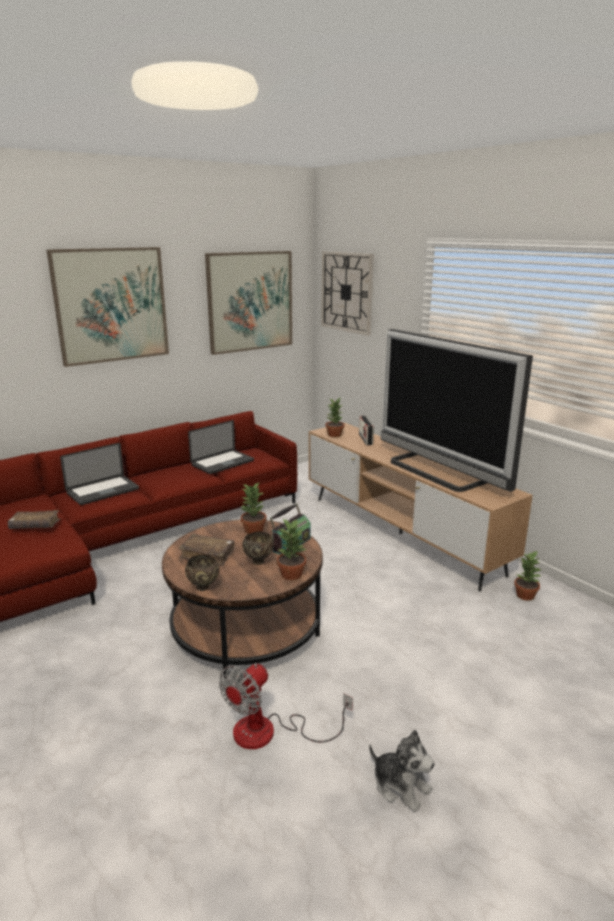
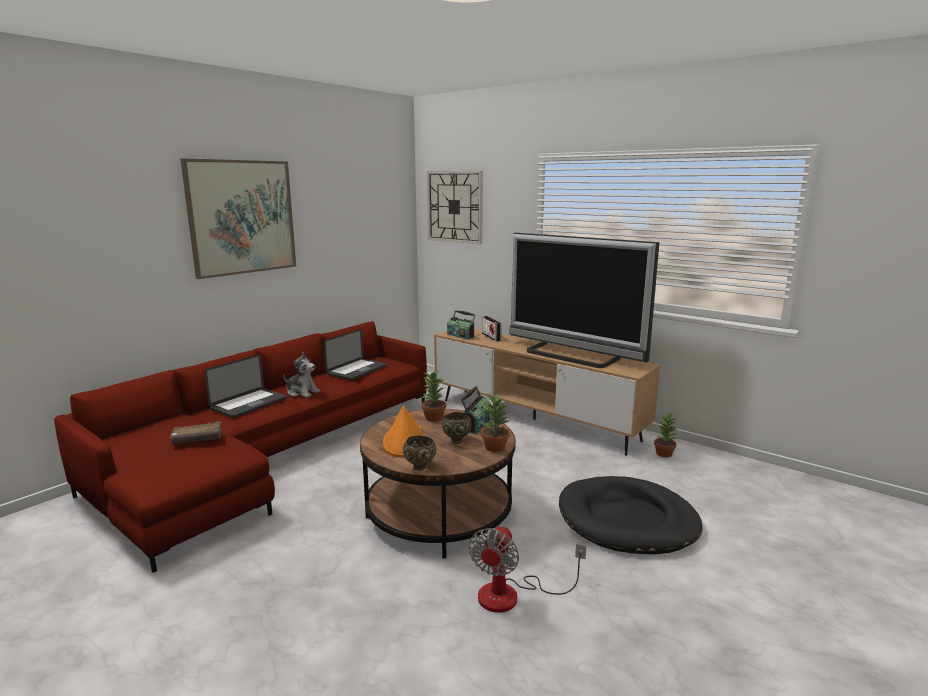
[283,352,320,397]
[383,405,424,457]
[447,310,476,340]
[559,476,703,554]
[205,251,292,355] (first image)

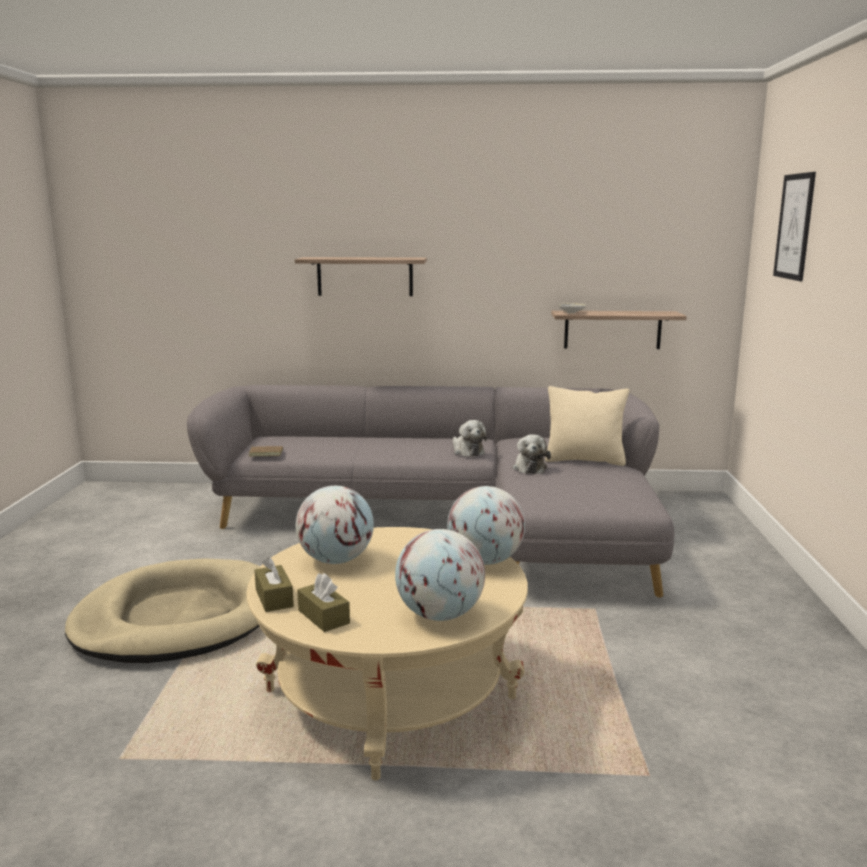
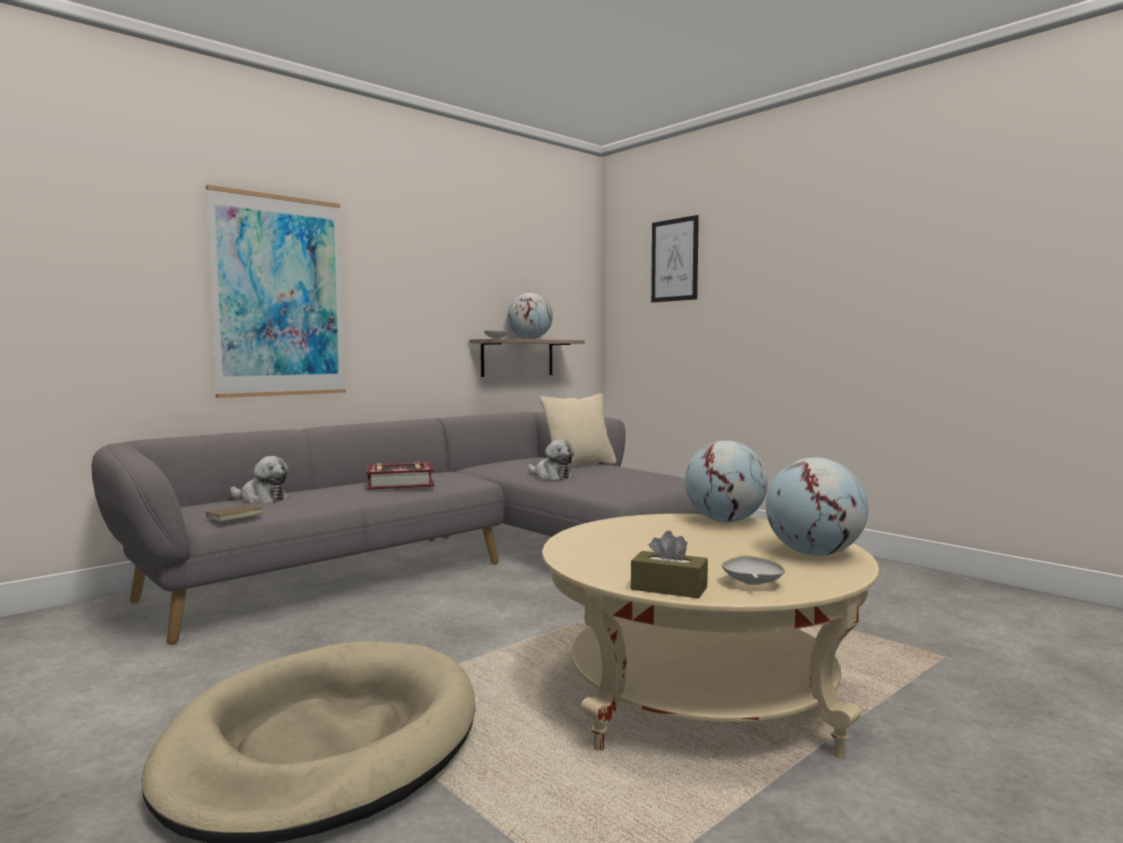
[206,185,346,398]
[230,456,289,504]
[367,462,434,490]
[507,293,553,339]
[721,555,785,585]

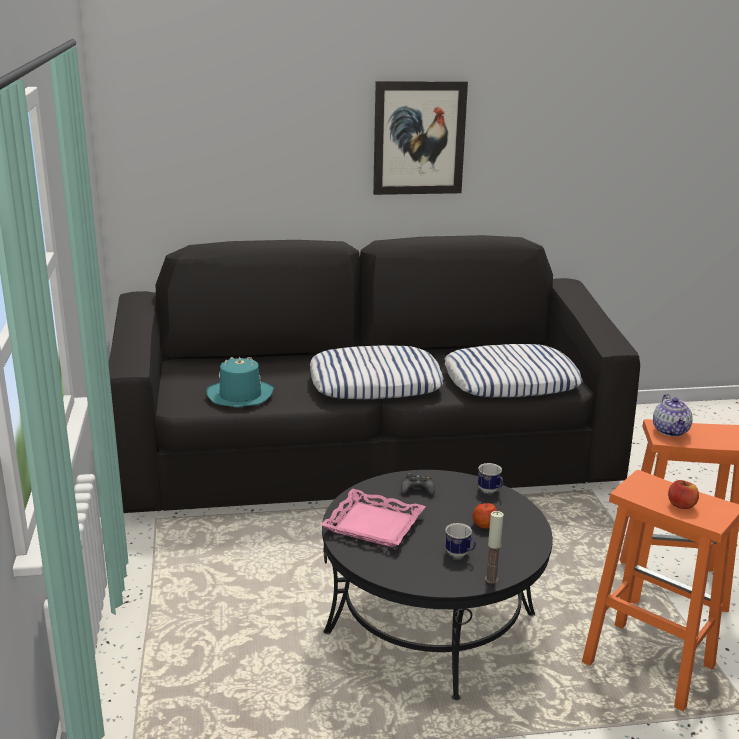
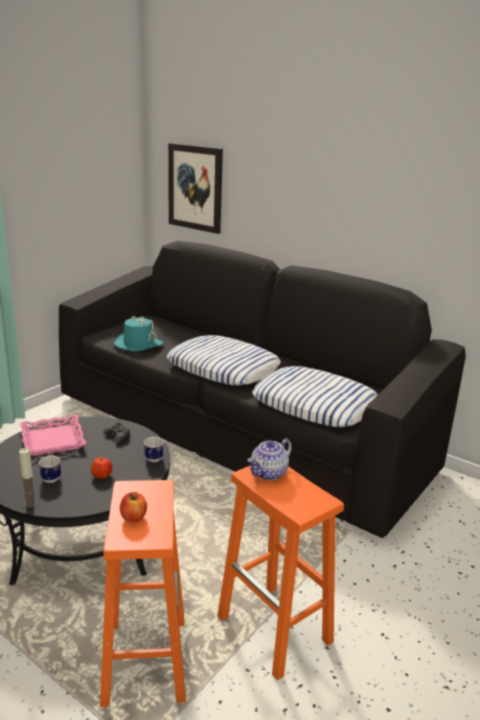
[168,143,223,234]

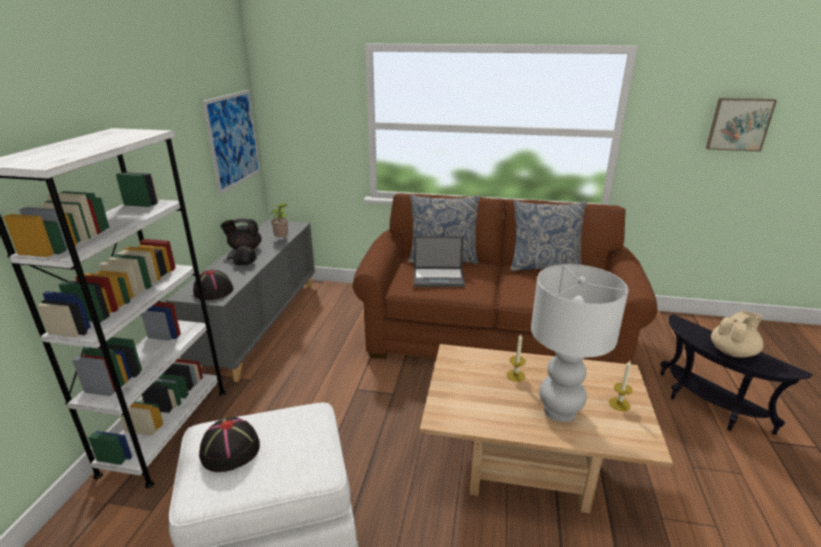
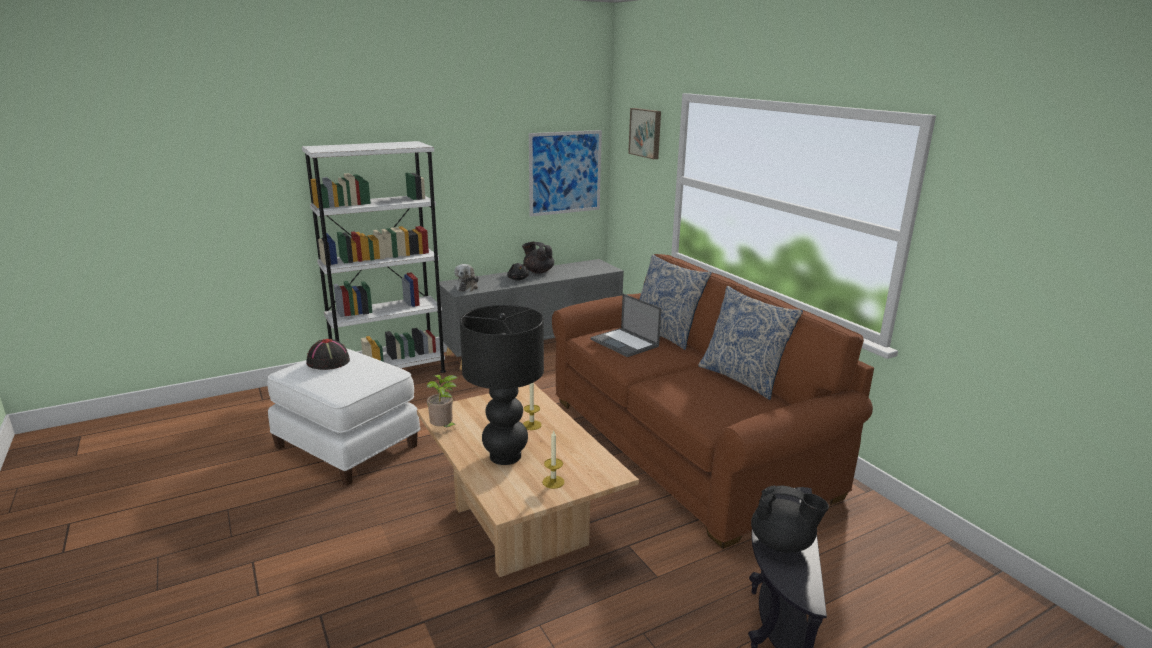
[427,375,458,427]
[455,264,479,292]
[460,305,544,465]
[628,108,661,159]
[751,485,829,553]

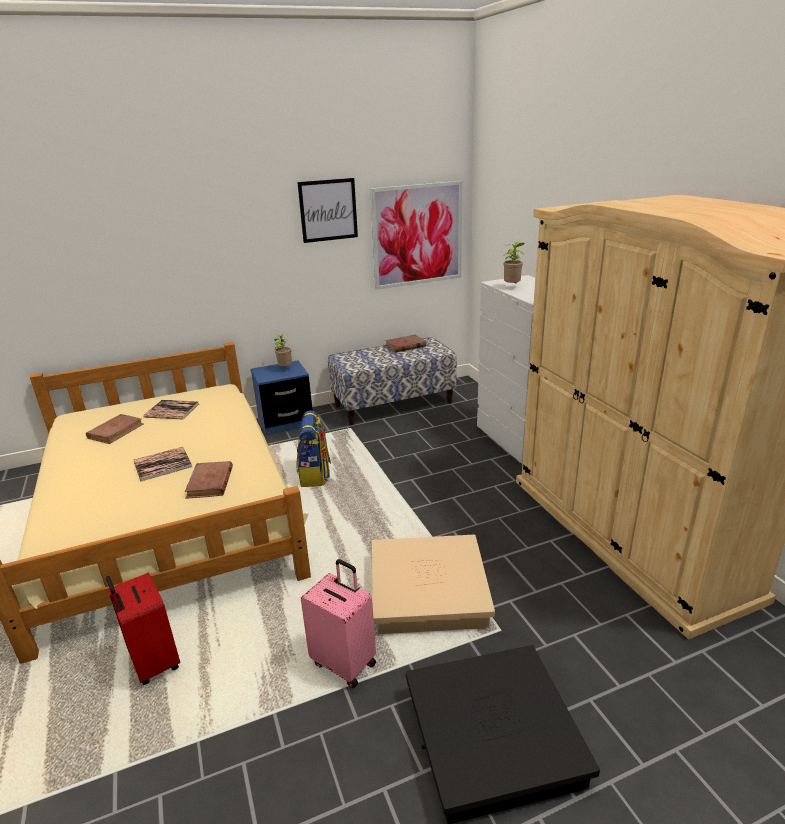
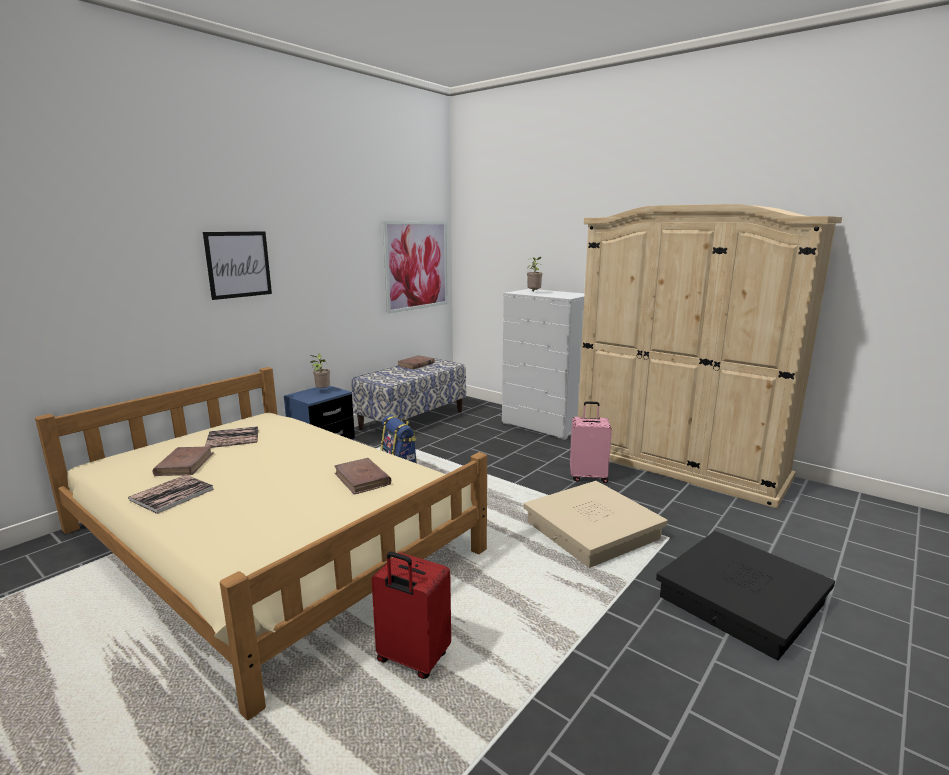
[128,475,214,514]
[203,231,272,300]
[570,401,612,483]

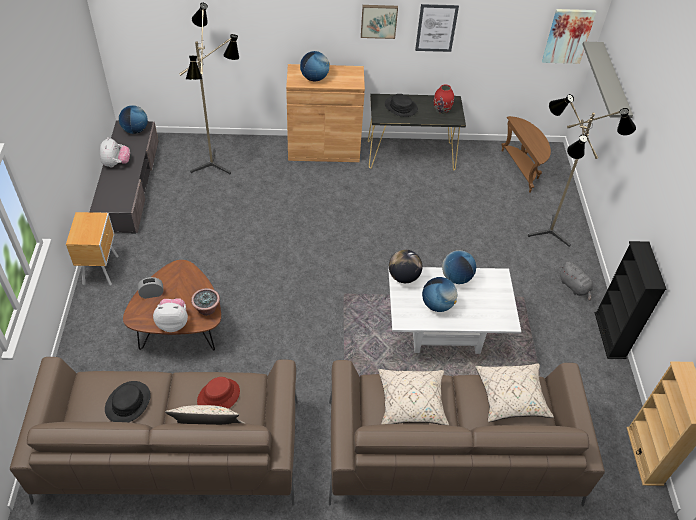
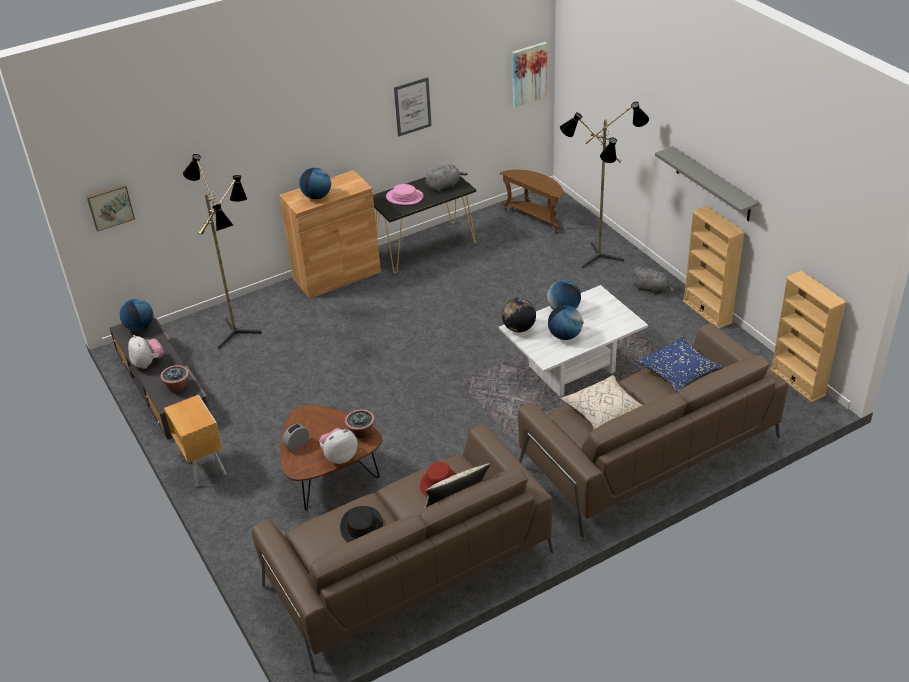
[86,184,135,232]
[160,365,189,392]
[386,184,423,205]
[425,164,468,192]
[636,337,723,393]
[655,146,759,221]
[682,206,745,329]

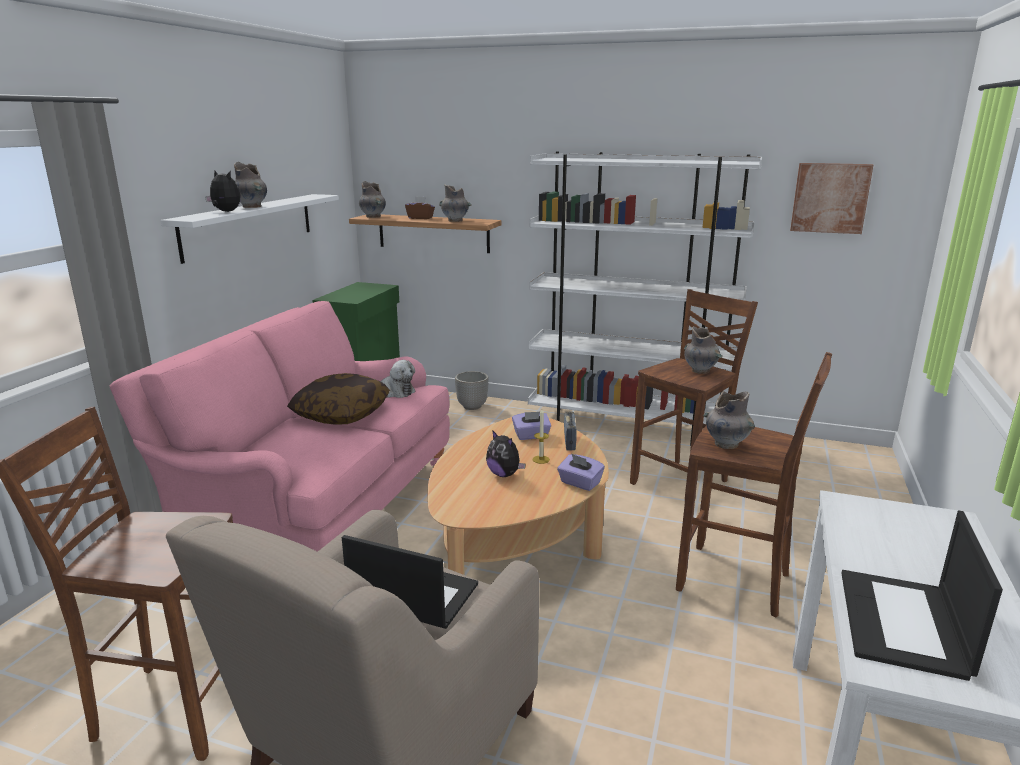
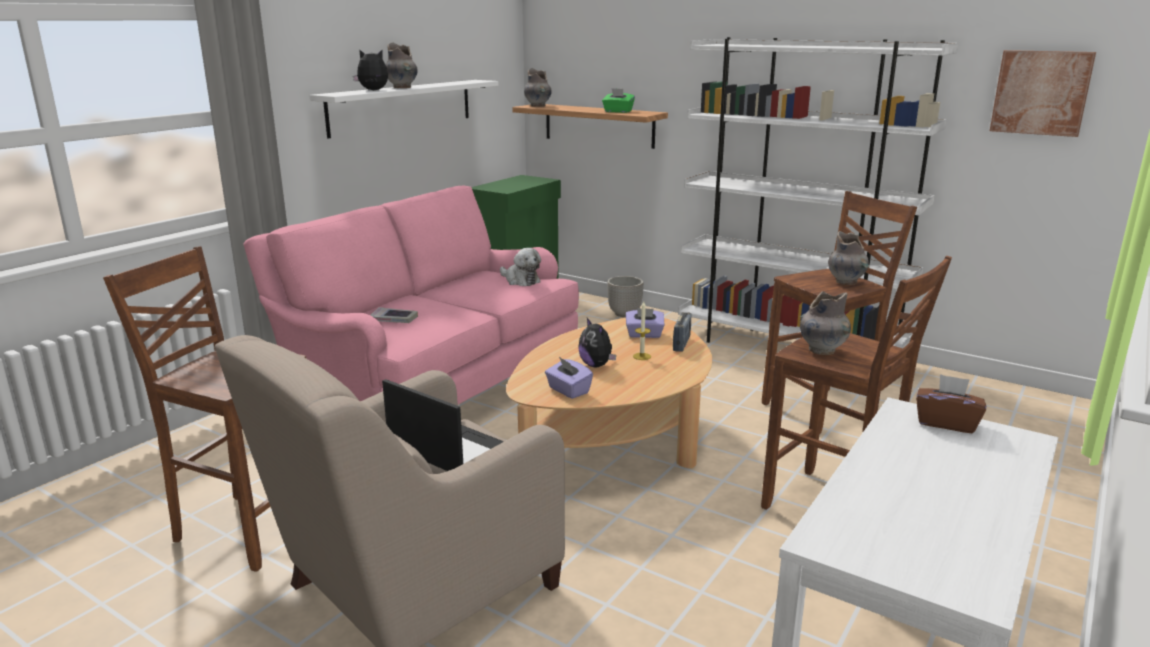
[353,49,388,90]
[371,307,418,323]
[545,357,593,399]
[602,88,635,113]
[916,374,986,434]
[287,373,390,425] (first image)
[841,511,1003,681] (first image)

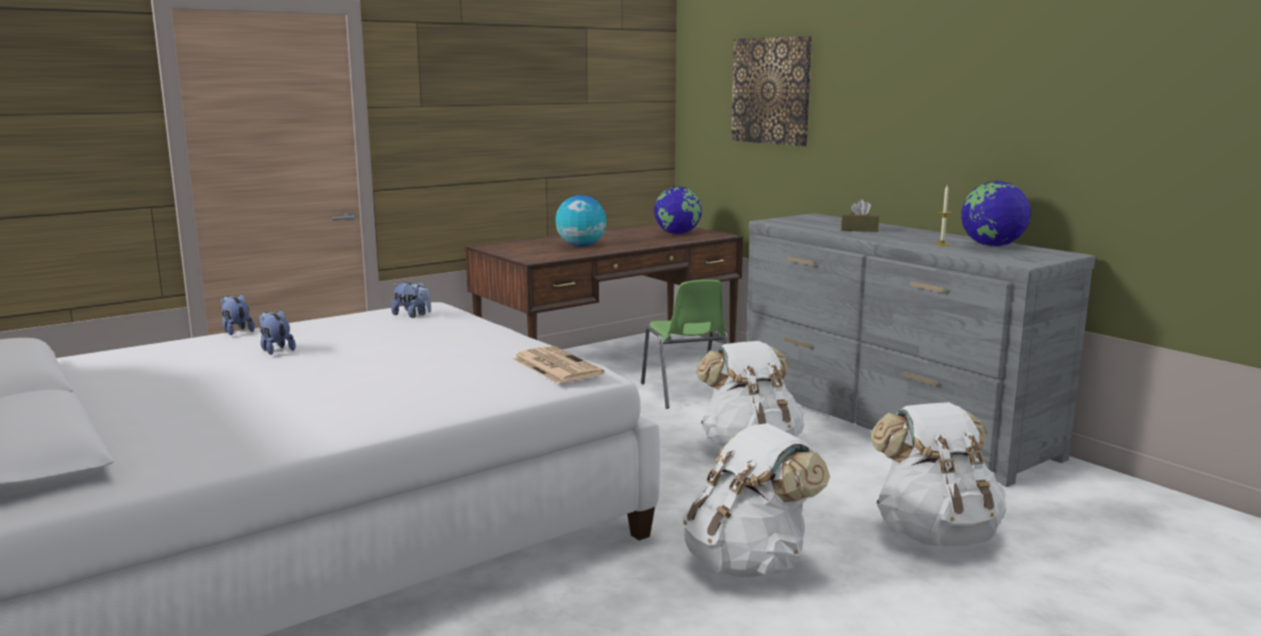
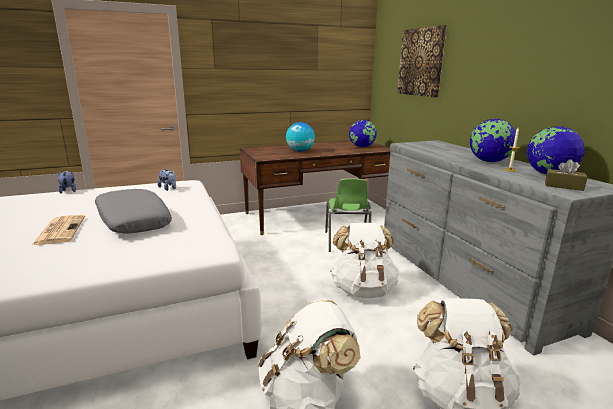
[31,215,85,246]
[95,189,172,234]
[470,119,516,162]
[545,159,587,191]
[259,310,296,355] (first image)

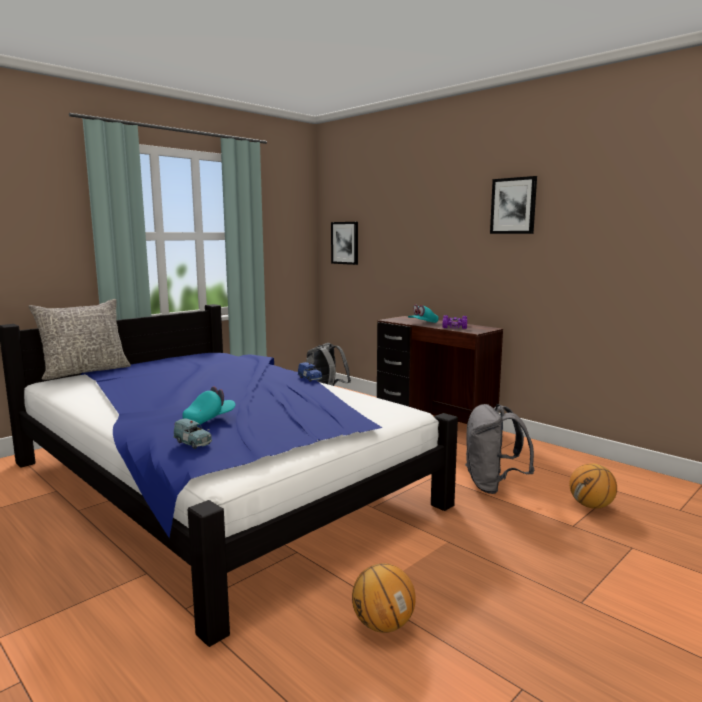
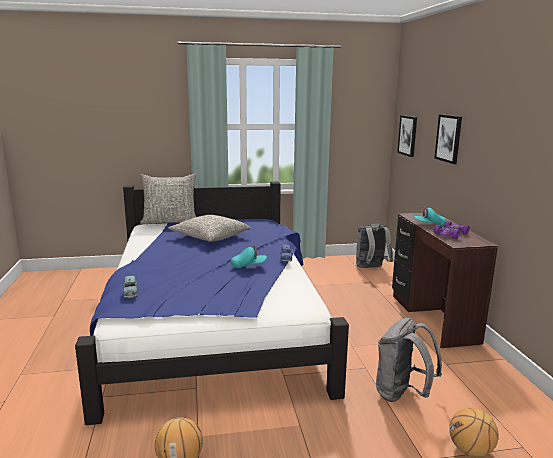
[168,215,251,242]
[231,245,267,268]
[434,114,462,164]

